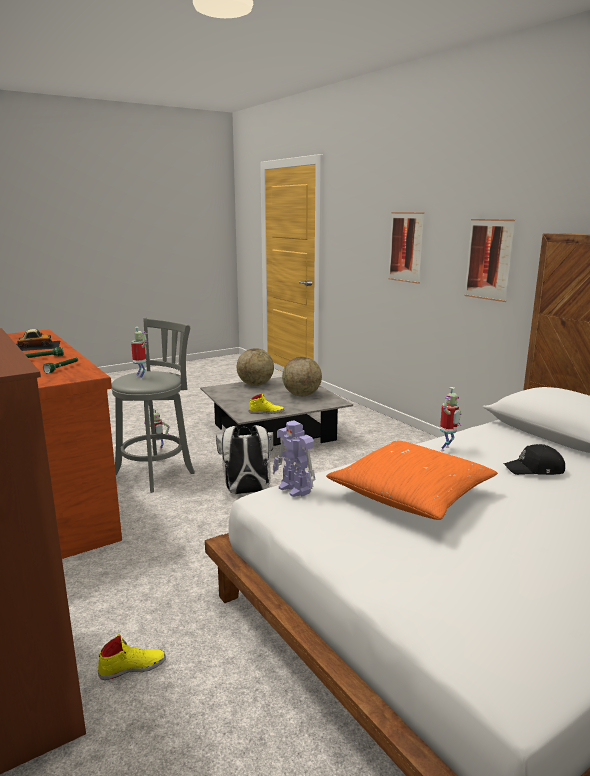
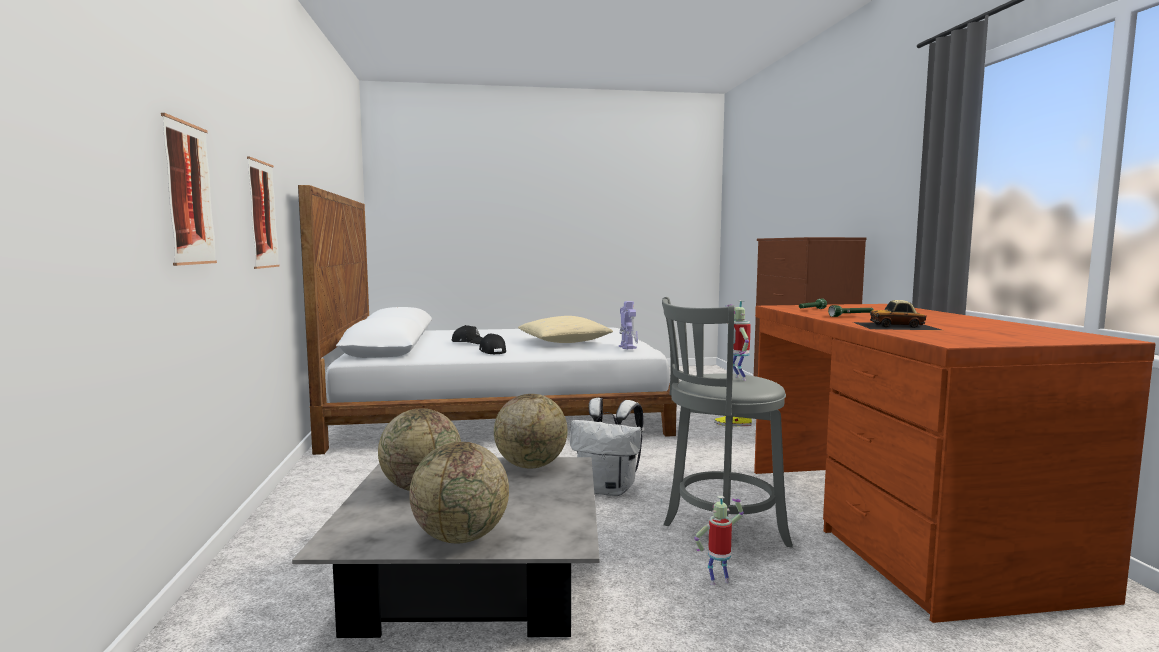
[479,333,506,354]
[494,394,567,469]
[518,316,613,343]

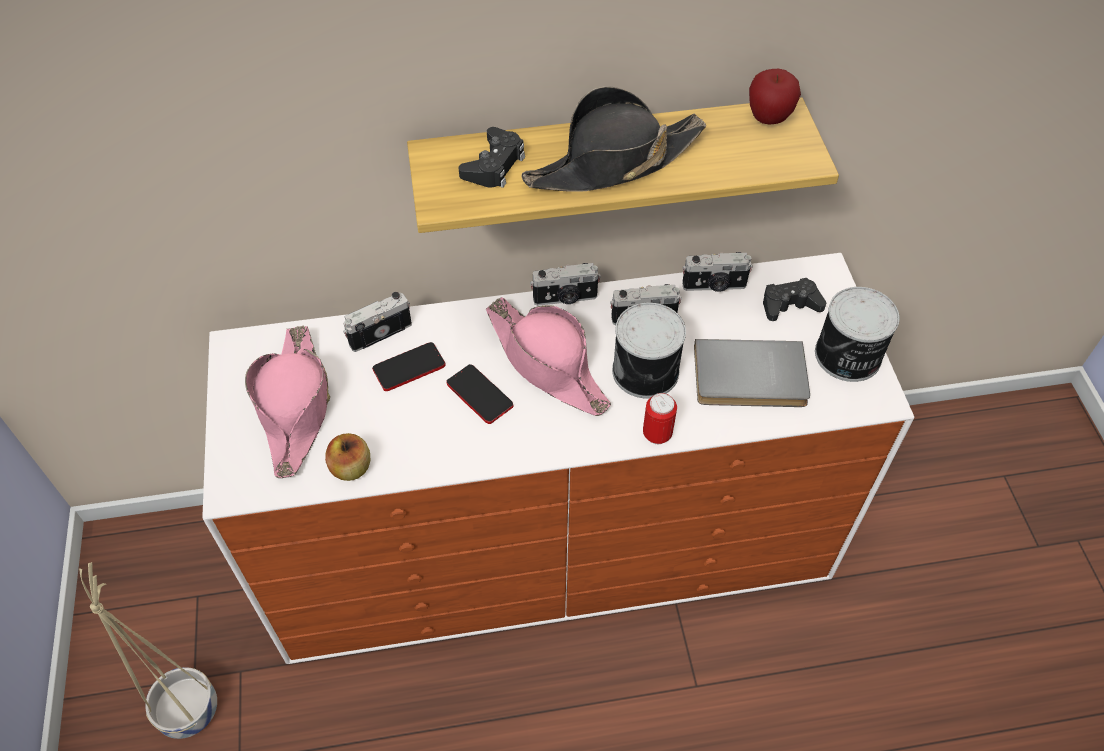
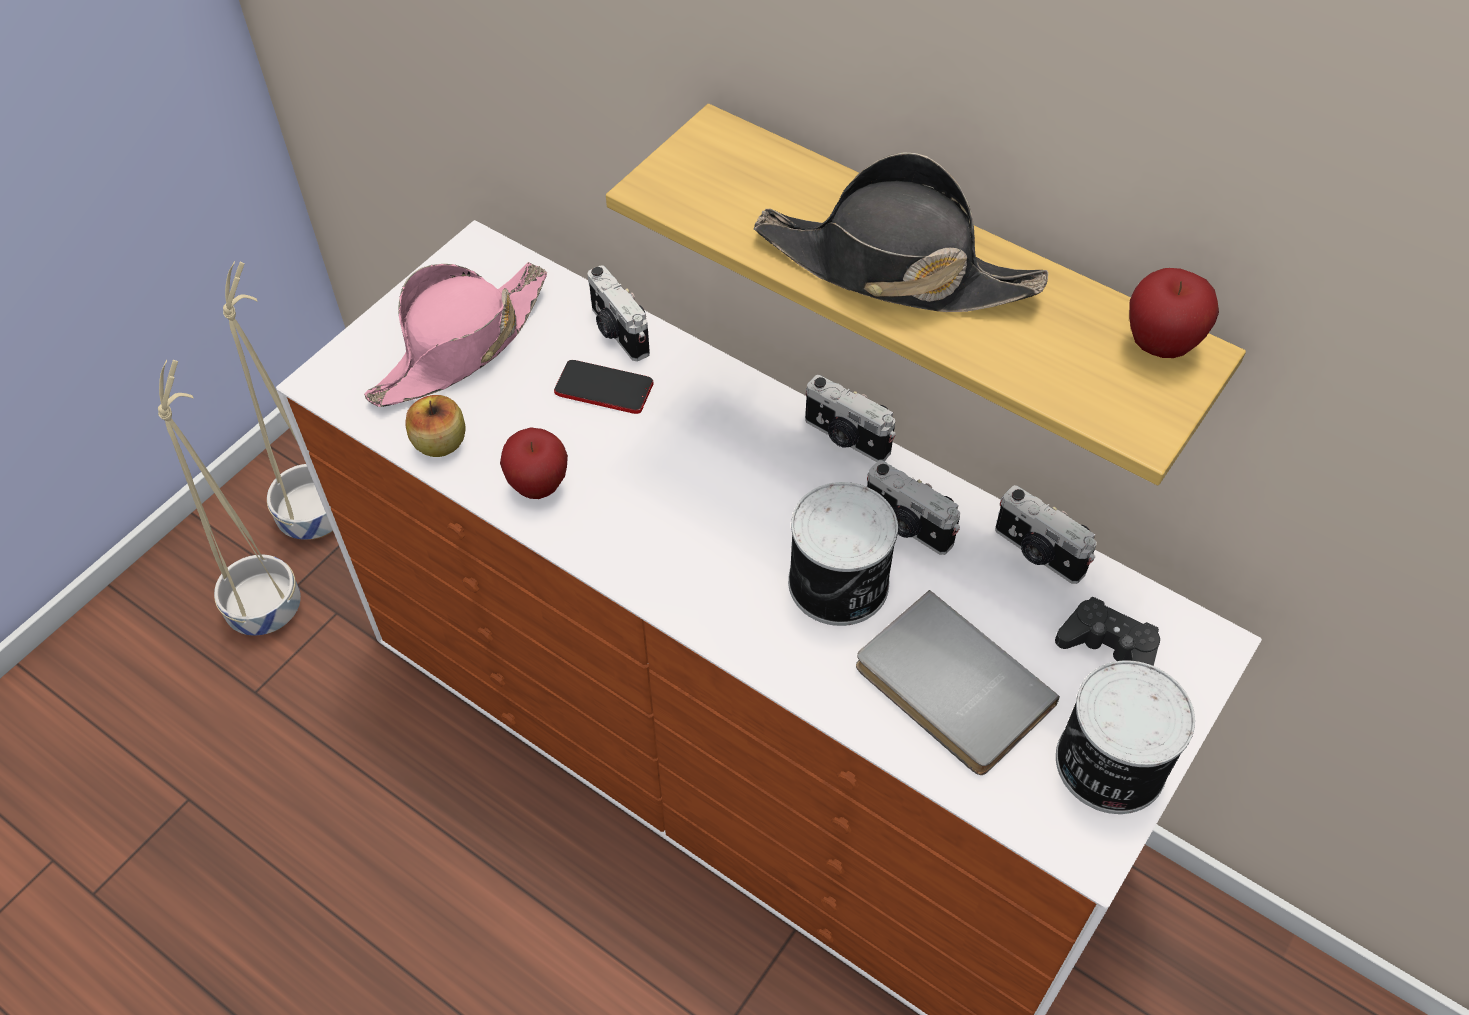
[223,261,333,540]
[500,427,568,499]
[587,265,650,361]
[446,364,513,424] (first image)
[459,127,525,188] (first image)
[486,297,611,416] (first image)
[643,393,677,444] (first image)

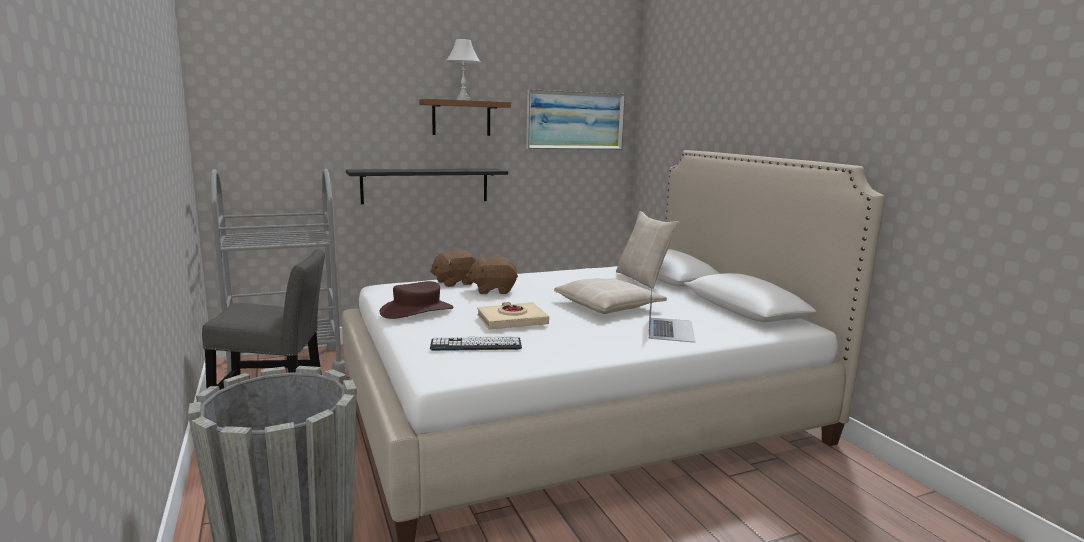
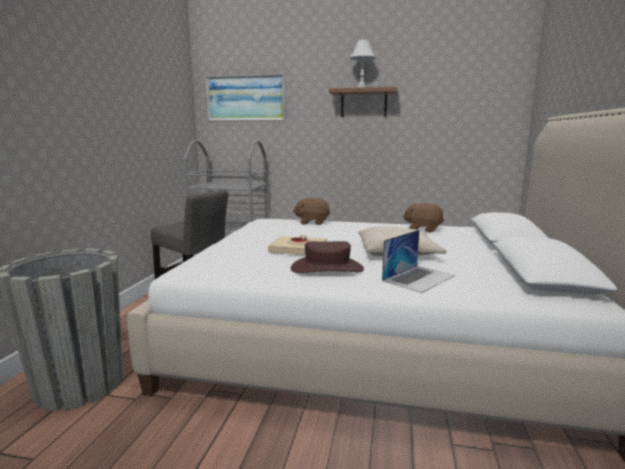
[205,74,286,121]
[291,241,364,273]
[403,203,444,233]
[346,169,508,204] (first image)
[430,336,522,351] (first image)
[616,211,679,289] (first image)

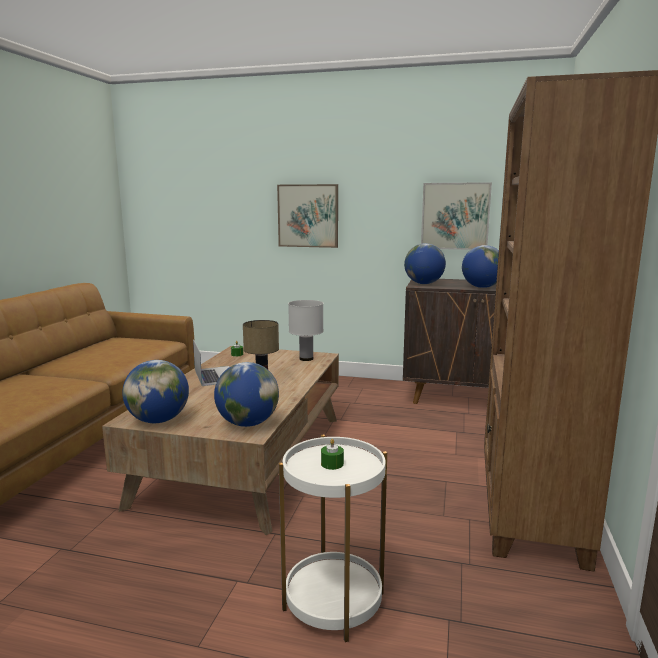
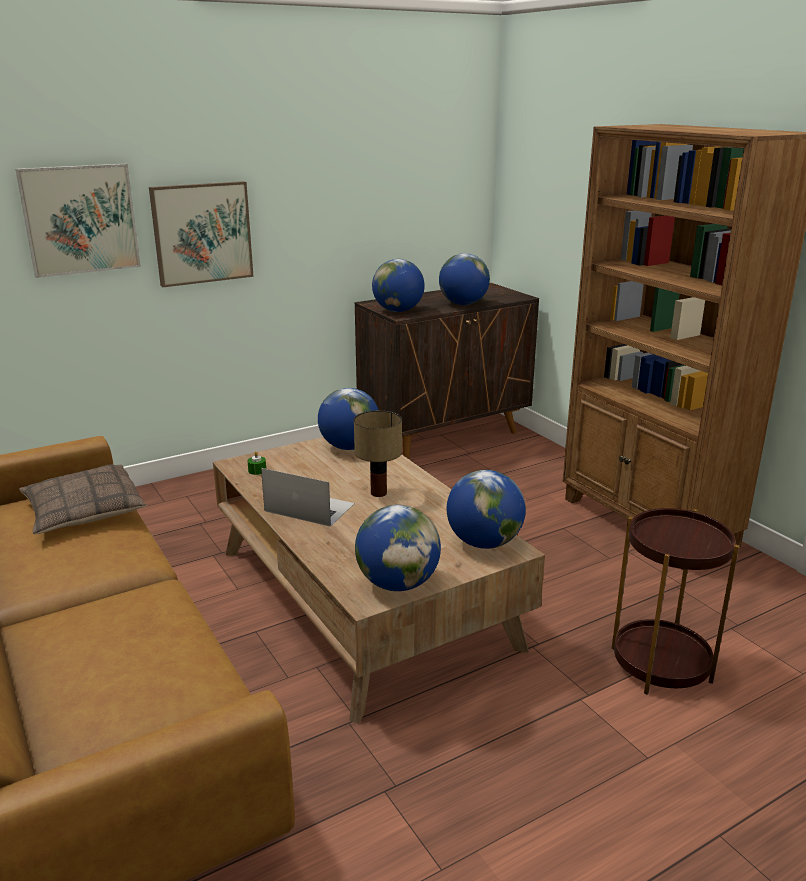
[15,164,141,278]
[19,464,147,534]
[318,388,378,450]
[612,508,739,695]
[321,439,344,470] (first image)

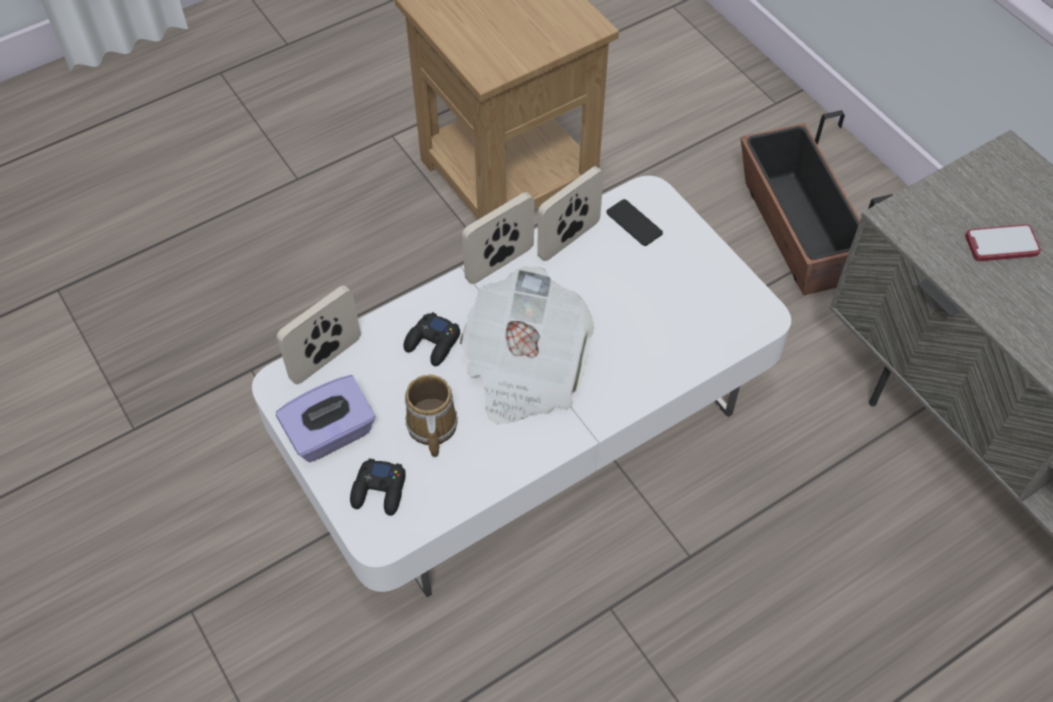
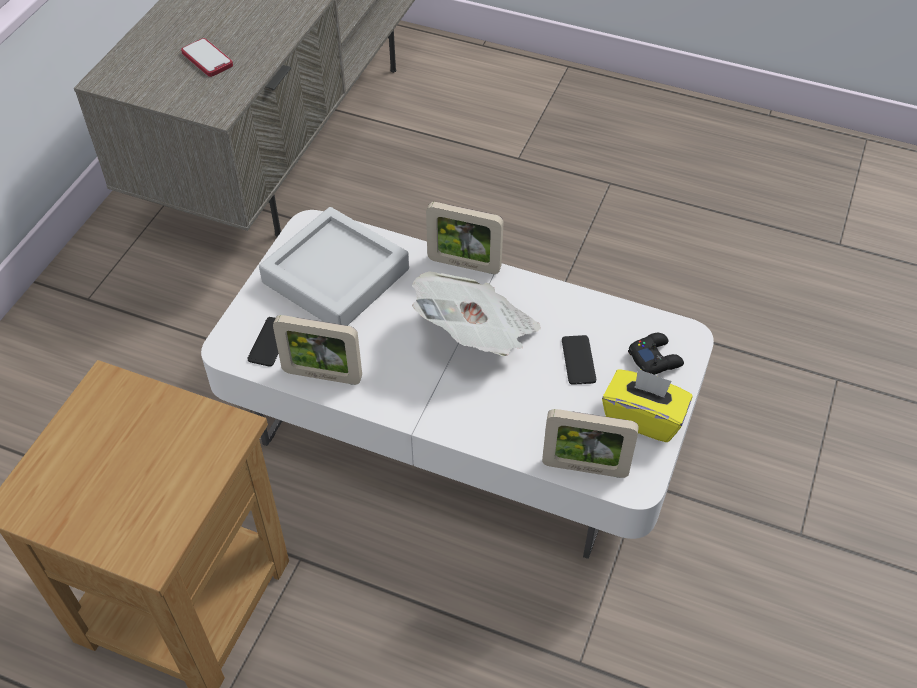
[259,207,409,326]
[426,202,503,274]
[562,335,596,385]
[602,368,692,442]
[403,312,460,366] (first image)
[741,110,892,295] (first image)

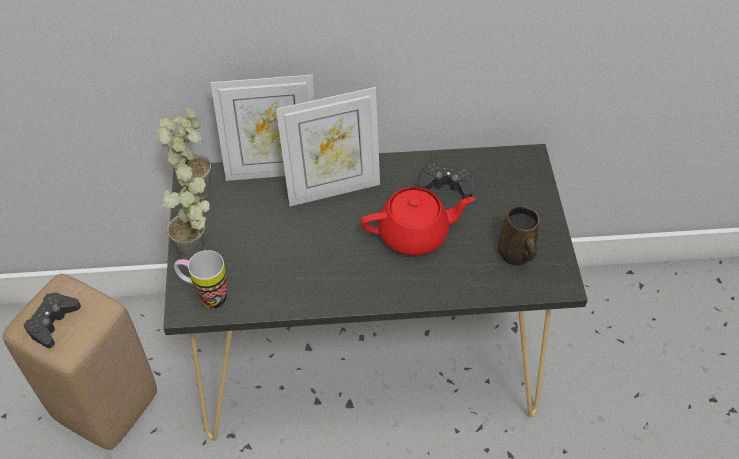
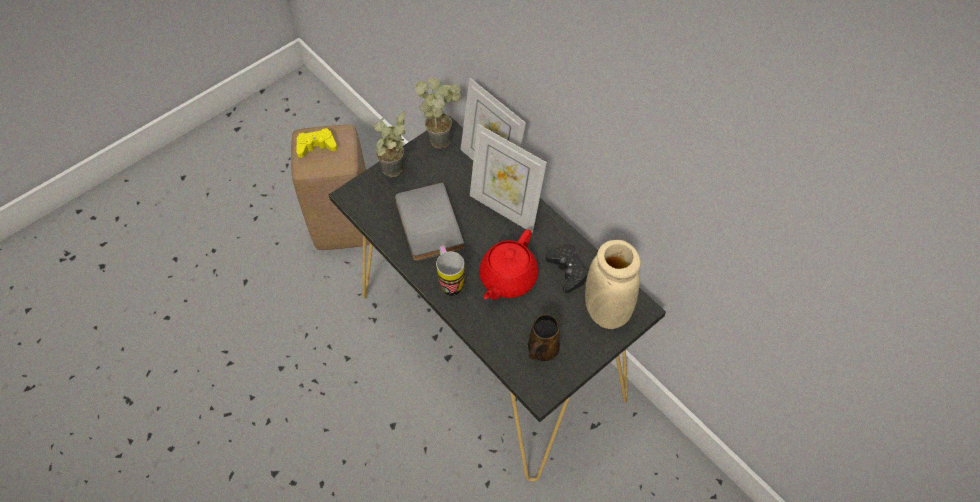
[296,128,337,158]
[395,182,465,261]
[436,246,465,296]
[479,229,539,300]
[585,240,641,329]

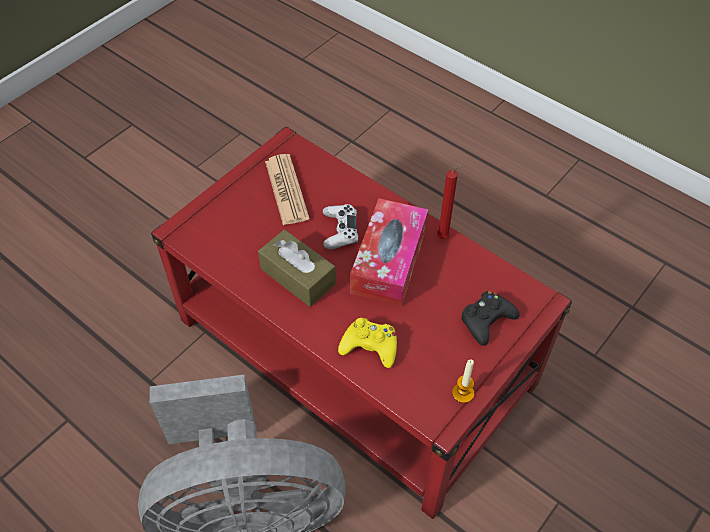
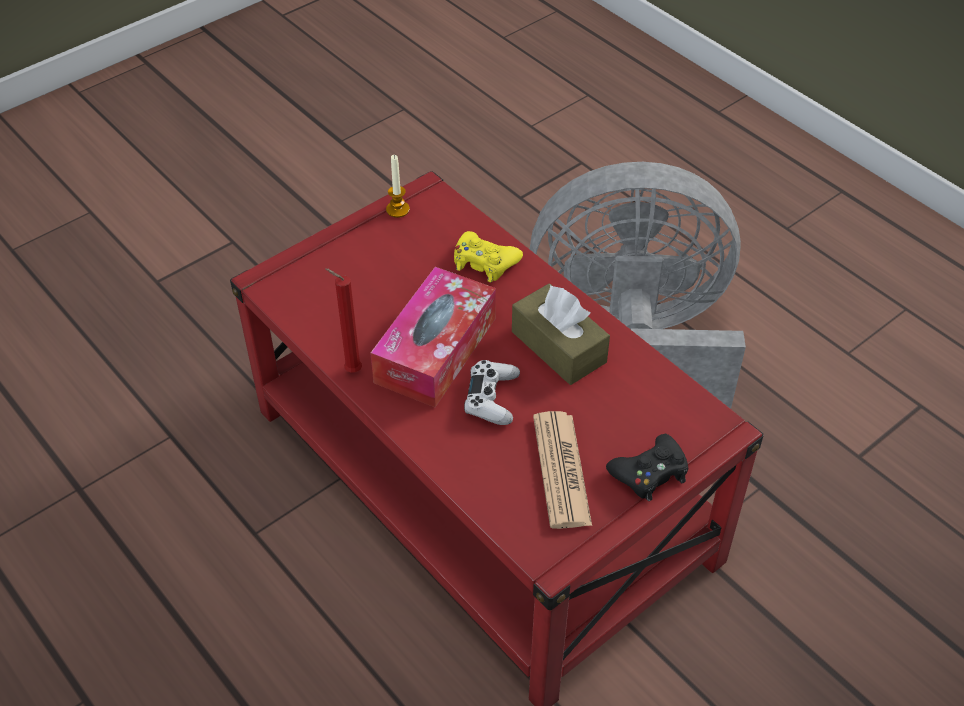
[606,434,688,501]

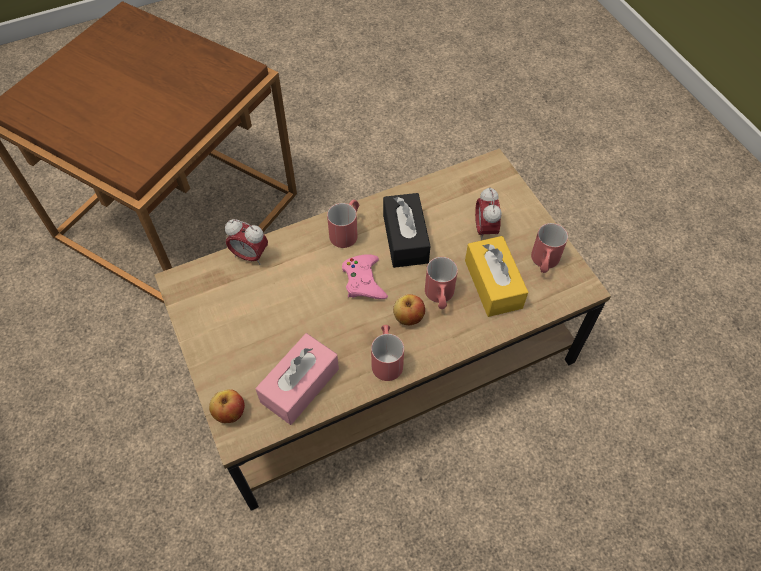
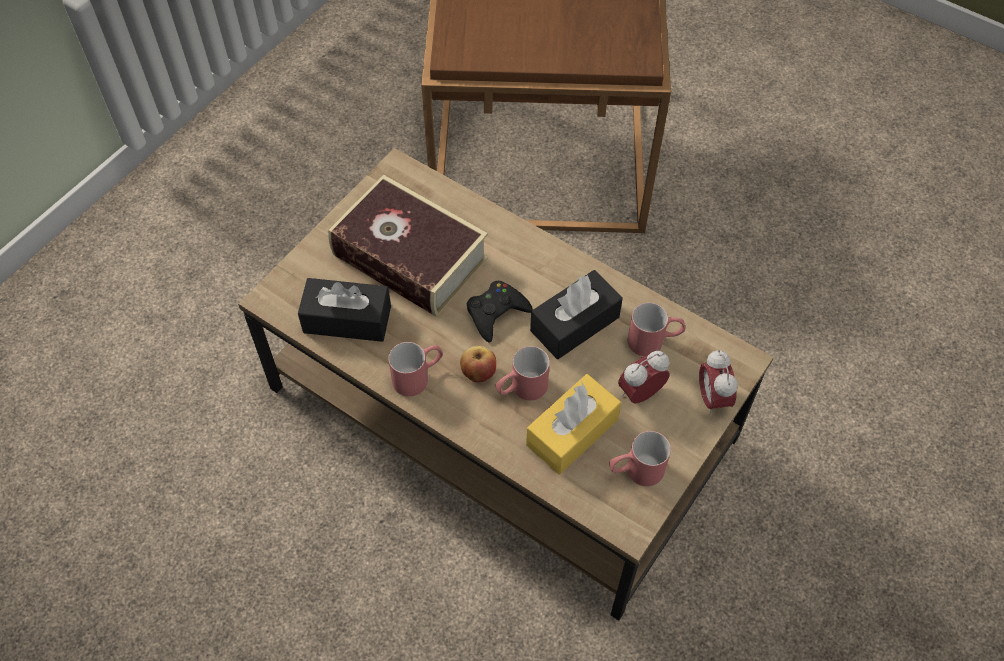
[298,278,391,342]
[328,175,488,317]
[467,281,533,343]
[628,302,685,356]
[699,350,738,415]
[209,389,245,423] (first image)

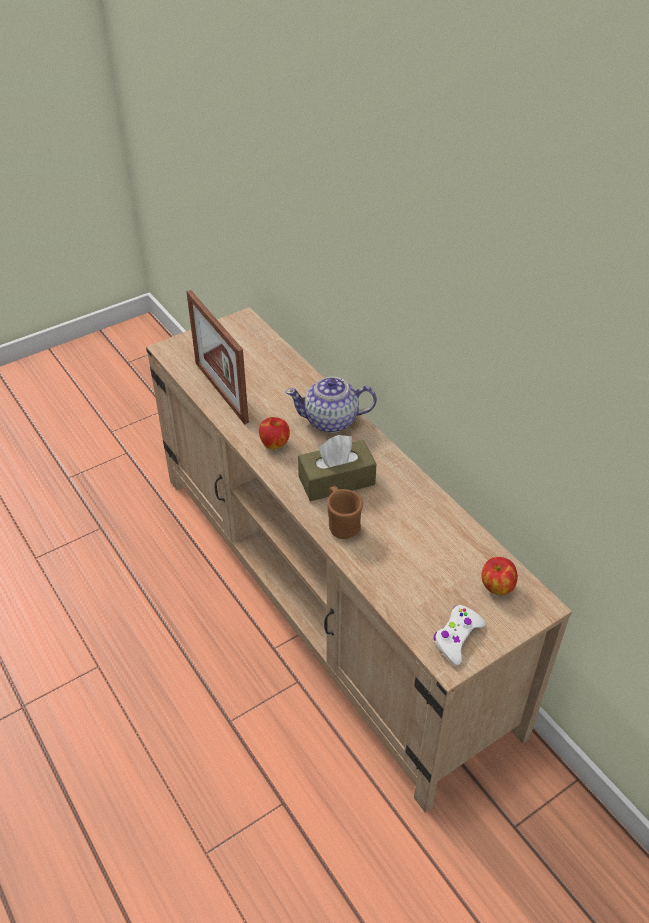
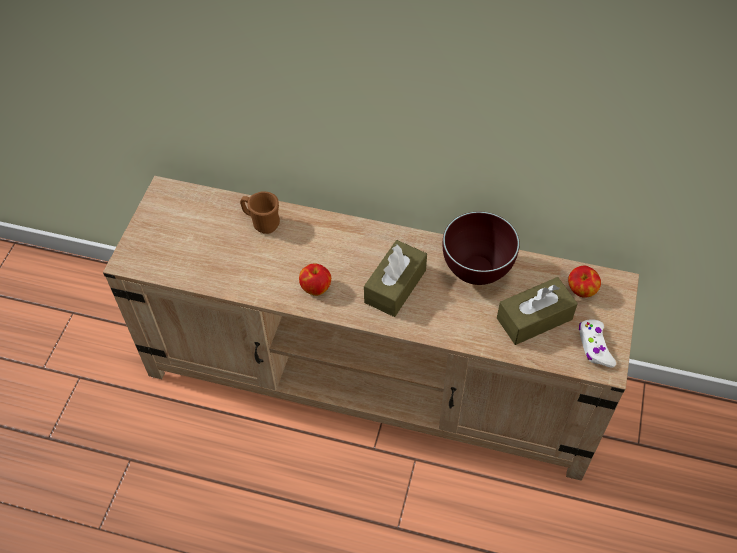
[240,192,280,234]
[442,212,520,285]
[497,277,578,345]
[186,290,249,425] (first image)
[285,376,377,433] (first image)

